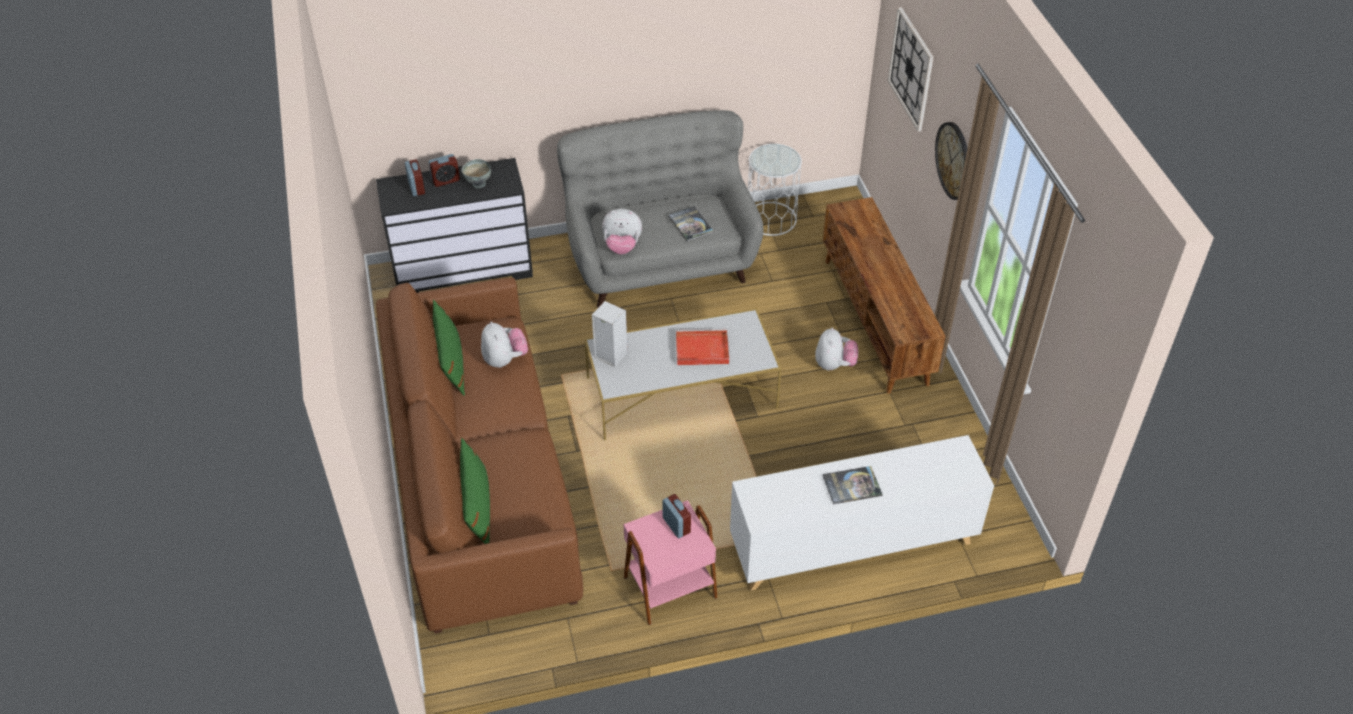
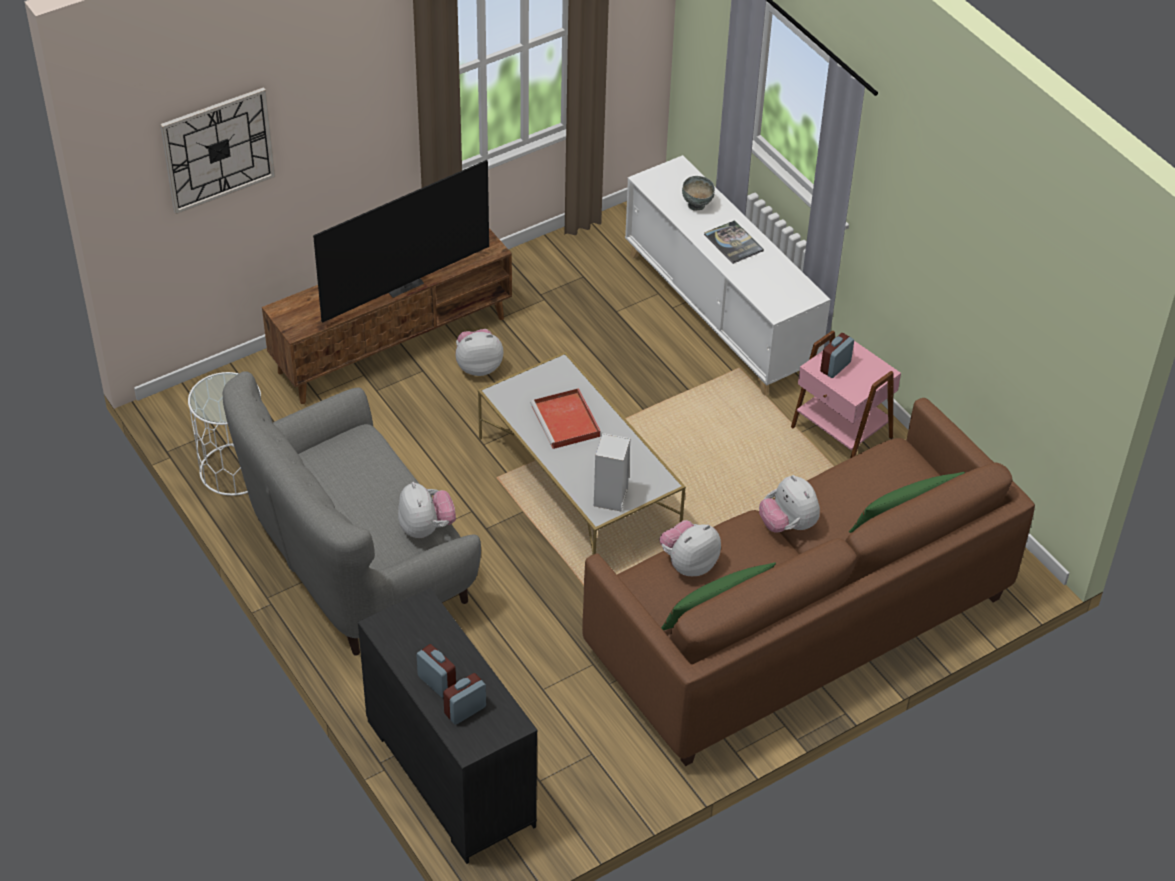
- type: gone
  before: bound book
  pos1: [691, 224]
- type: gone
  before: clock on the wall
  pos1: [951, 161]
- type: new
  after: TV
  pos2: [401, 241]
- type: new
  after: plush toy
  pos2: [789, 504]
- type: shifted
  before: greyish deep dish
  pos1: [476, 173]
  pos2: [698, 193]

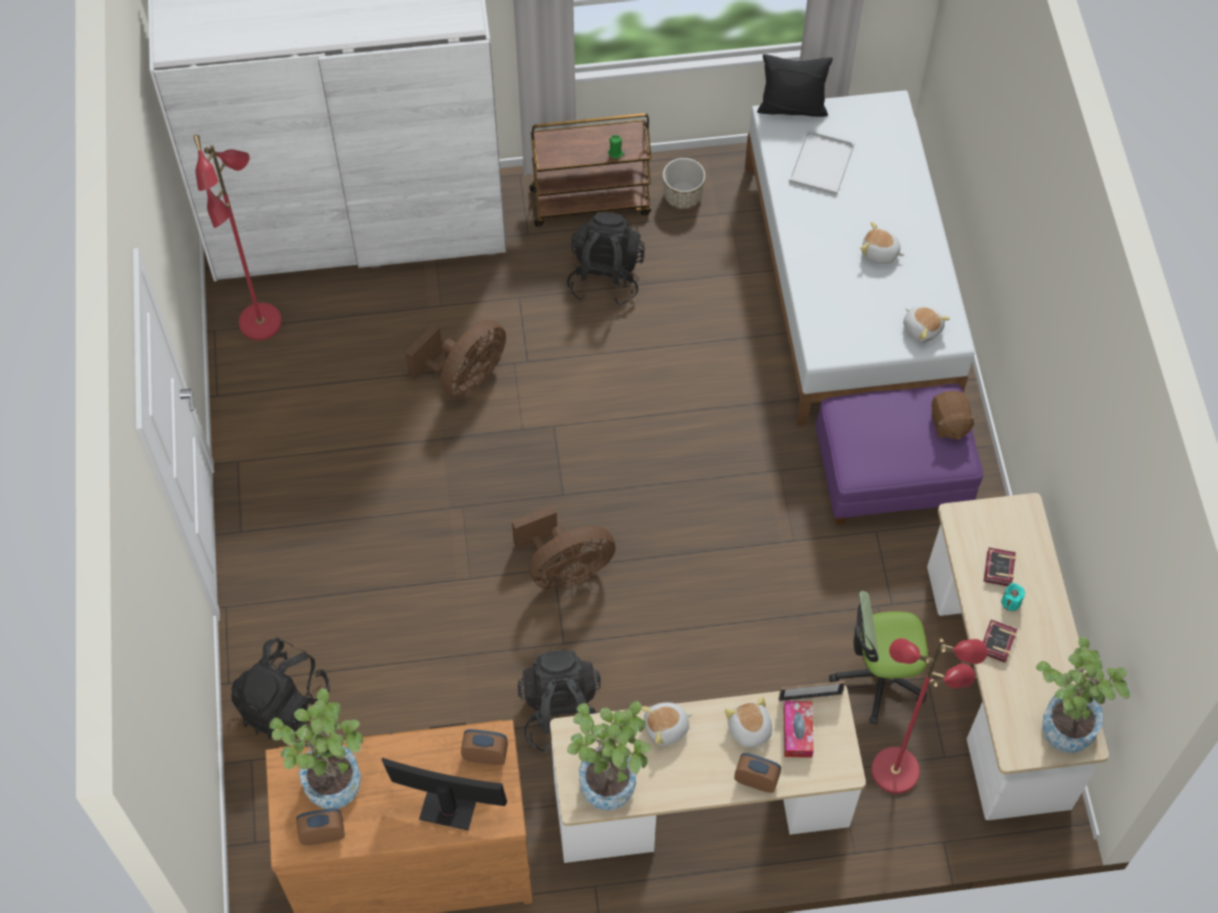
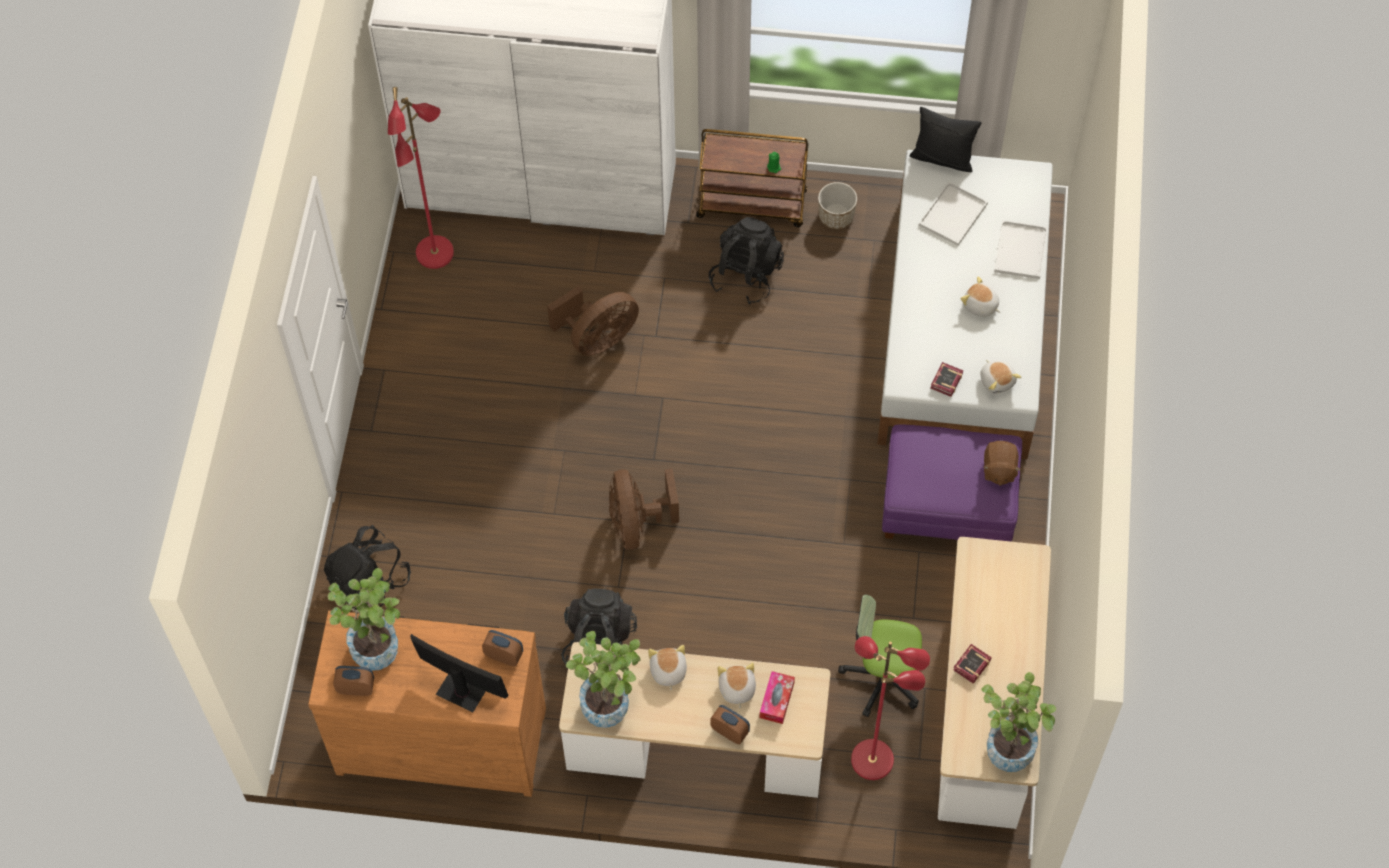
- type: gone
  before: photo frame
  pos1: [812, 691]
- type: gone
  before: turquoise-coloured wax light
  pos1: [1013, 597]
- type: new
  after: white-coloured carrying tray
  pos2: [1020, 249]
- type: shifted
  before: bound book
  pos1: [999, 566]
  pos2: [946, 379]
- type: rotated
  before: brown-coloured cooling fan
  pos1: [564, 547]
  pos2: [644, 509]
  turn: 90
- type: rotated
  before: plush toy
  pos1: [667, 724]
  pos2: [667, 667]
  turn: 90

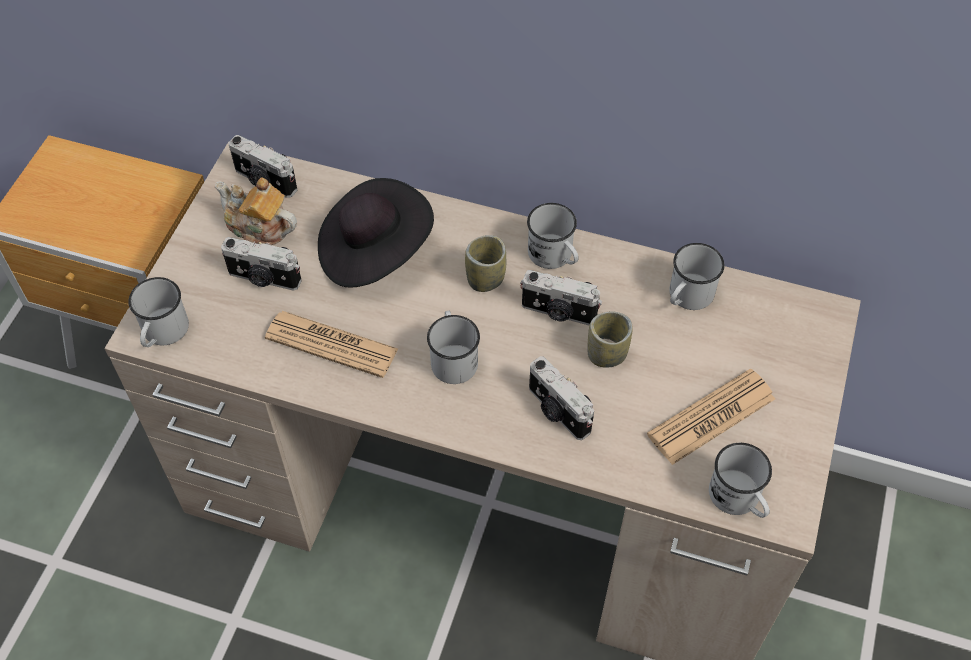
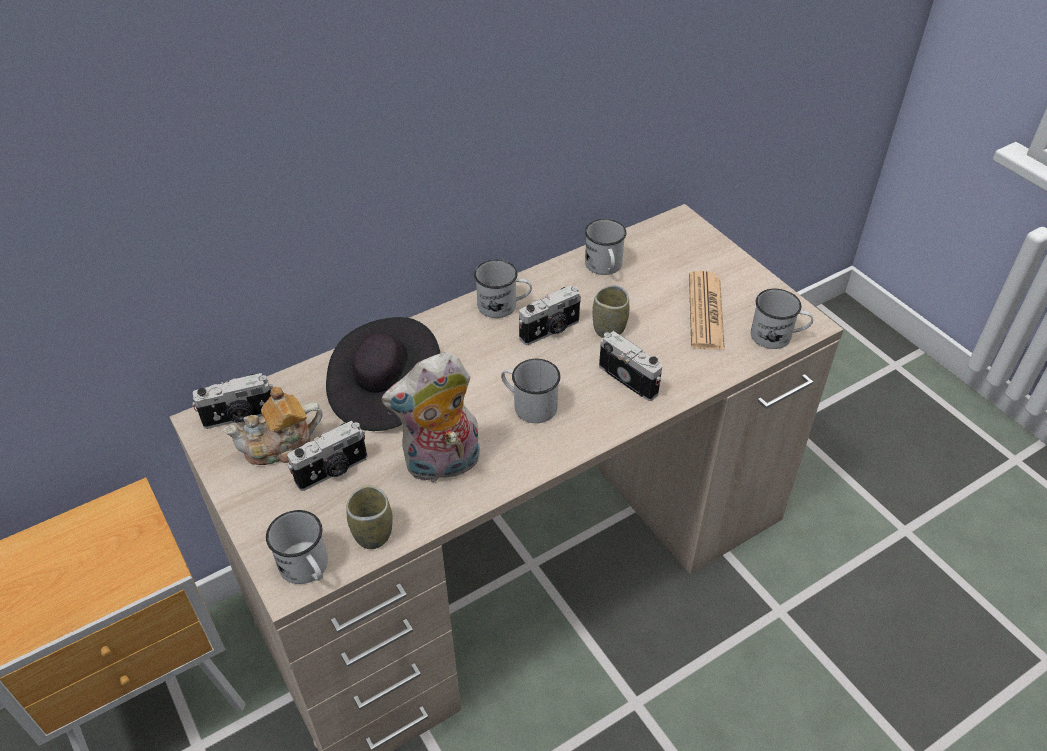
- type: shifted
  before: drinking cup
  pos1: [485, 263]
  pos2: [369, 517]
- type: swapped
  before: printed paper
  after: plush toy
  pos1: [331, 344]
  pos2: [430, 417]
- type: rotated
  before: photo camera
  pos1: [561, 398]
  pos2: [630, 366]
  turn: -135

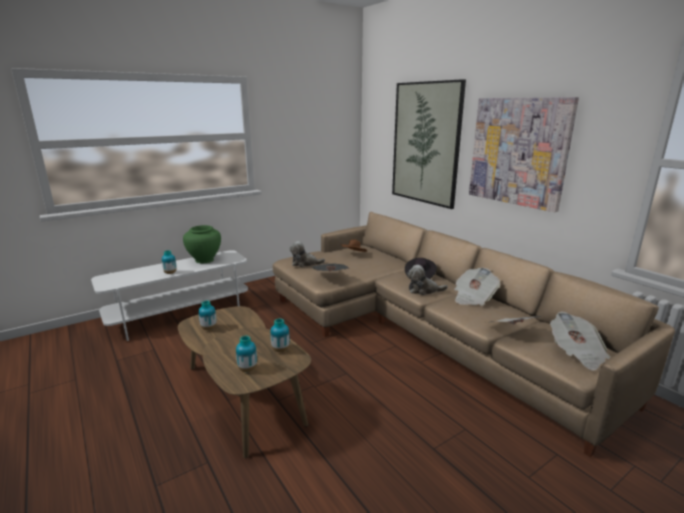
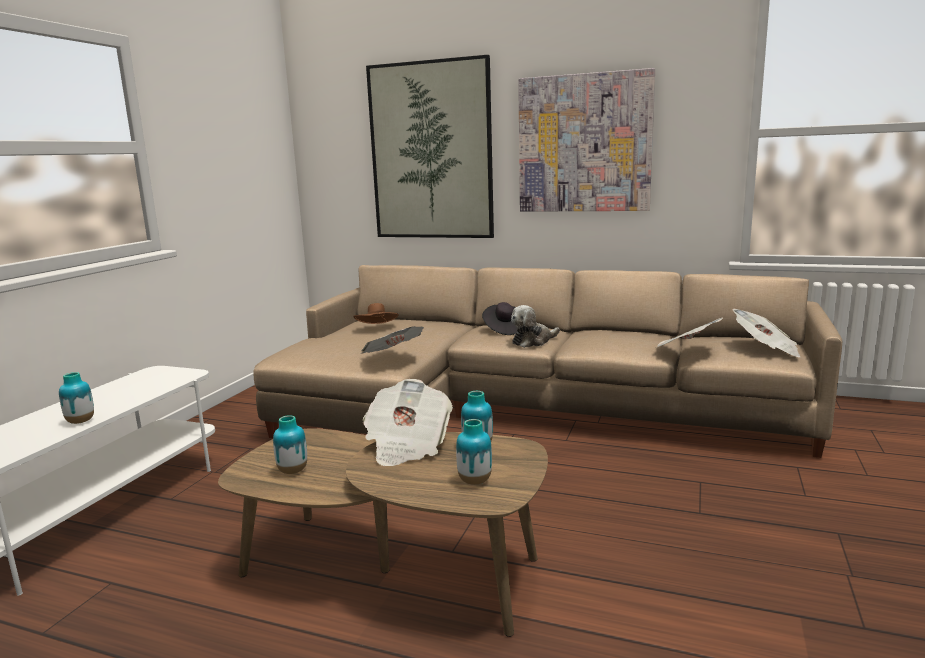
- type: gone
  before: greenish flower vase
  pos1: [202, 244]
- type: gone
  before: plush toy
  pos1: [307, 254]
- type: shifted
  before: printed paper
  pos1: [477, 287]
  pos2: [408, 422]

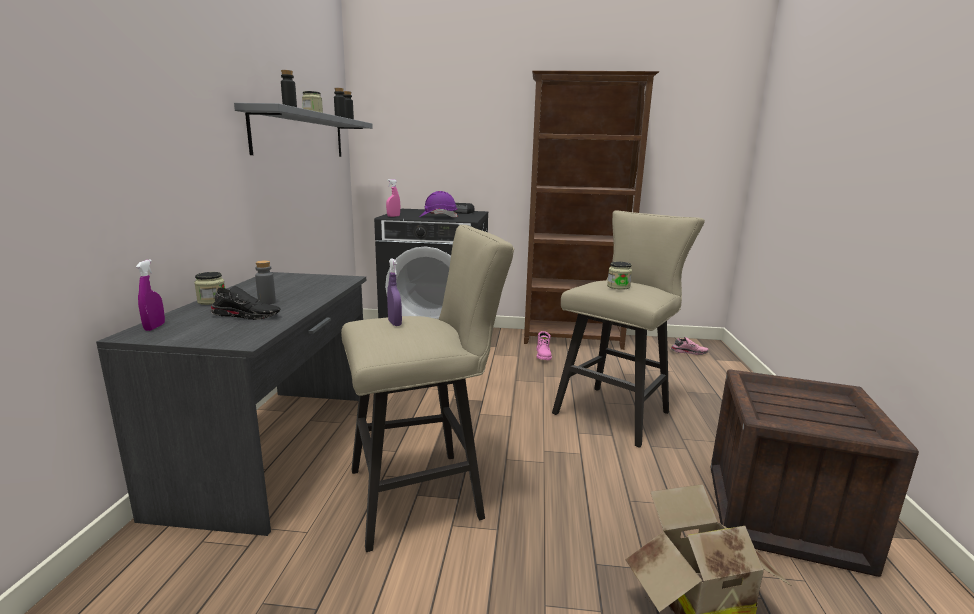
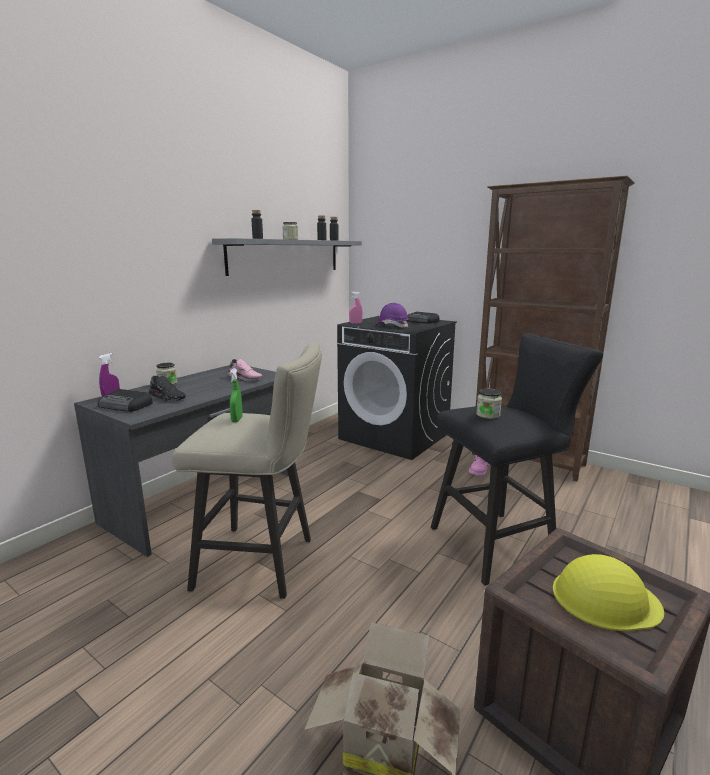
- type: gone
  before: greyish beverage bottle
  pos1: [265, 282]
- type: new
  after: radio
  pos2: [125, 400]
- type: new
  after: yellow-coloured safety helmet
  pos2: [608, 592]
- type: shifted
  before: pinkish item of footwear
  pos1: [689, 346]
  pos2: [245, 370]
- type: repainted
  before: purplish sprayer
  after: greenish sprayer
  pos1: [394, 292]
  pos2: [236, 395]
- type: repainted
  before: beige-coloured stool seat
  after: black-coloured stool seat
  pos1: [628, 329]
  pos2: [517, 459]

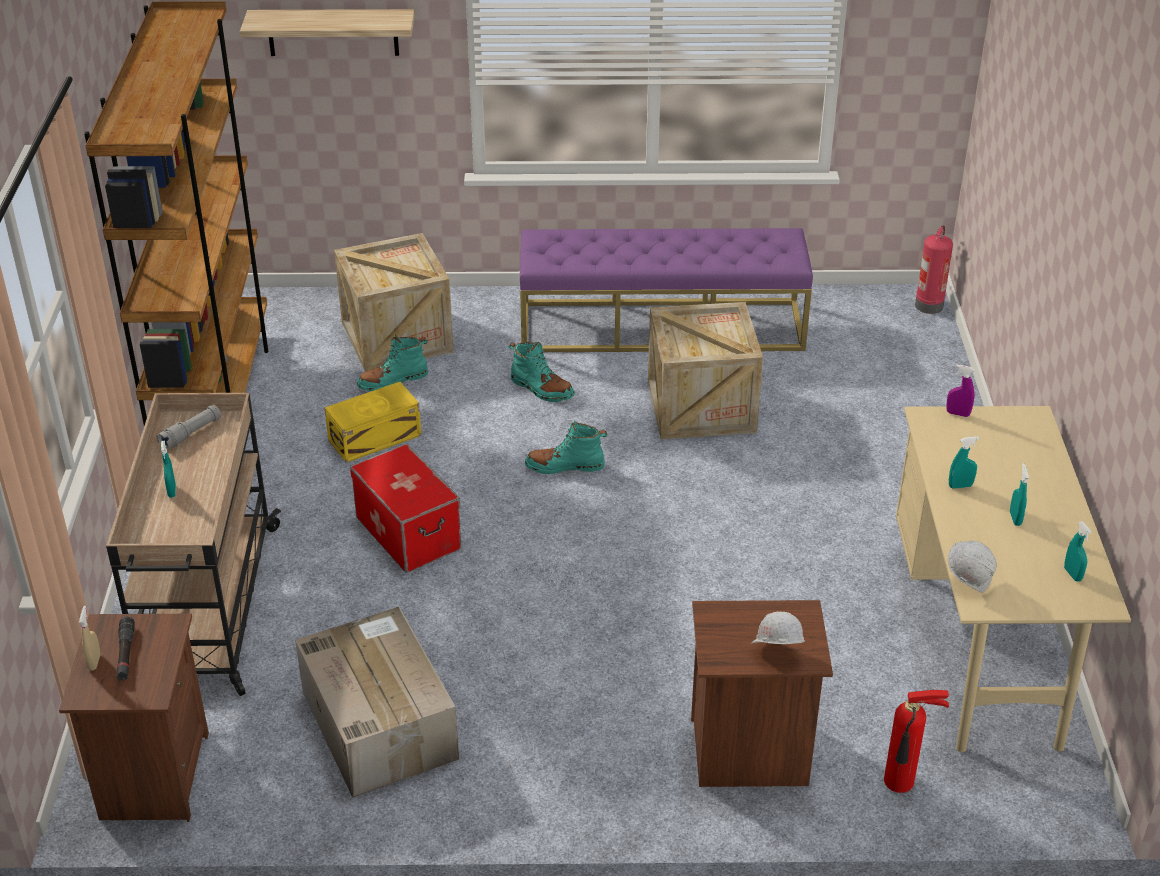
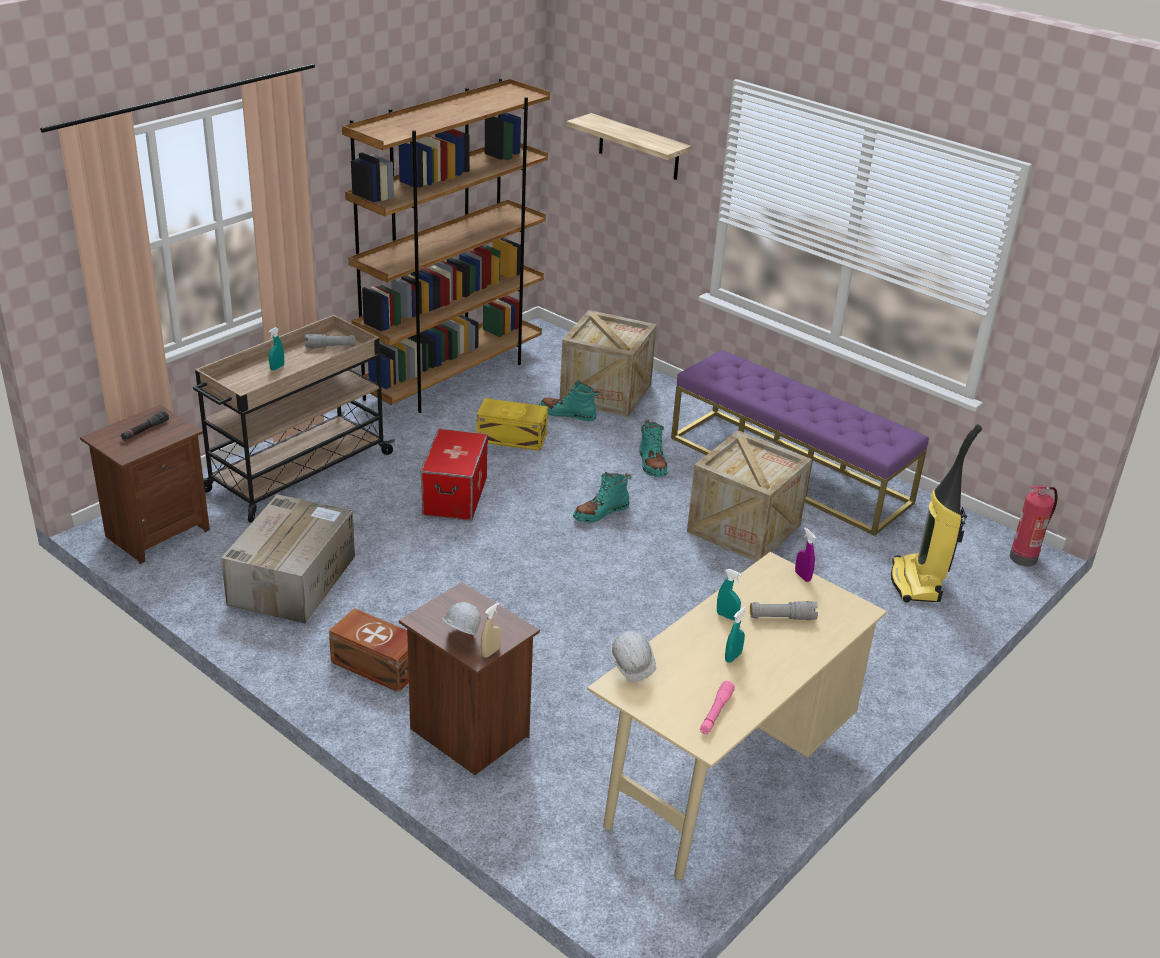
- type: gone
  before: fire-fighting cylinder
  pos1: [916, 741]
- type: new
  after: brown-coloured storage container
  pos2: [369, 650]
- type: new
  after: greyish torch
  pos2: [784, 610]
- type: new
  after: vacuum
  pos2: [936, 513]
- type: shifted
  before: beige-coloured sprayer
  pos1: [90, 638]
  pos2: [491, 630]
- type: swapped
  before: turquoise-coloured sprayer
  after: pinkish torch
  pos1: [1078, 551]
  pos2: [717, 708]
- type: rotated
  before: turquoise-coloured high-top boot
  pos1: [566, 447]
  pos2: [602, 497]
  turn: -75

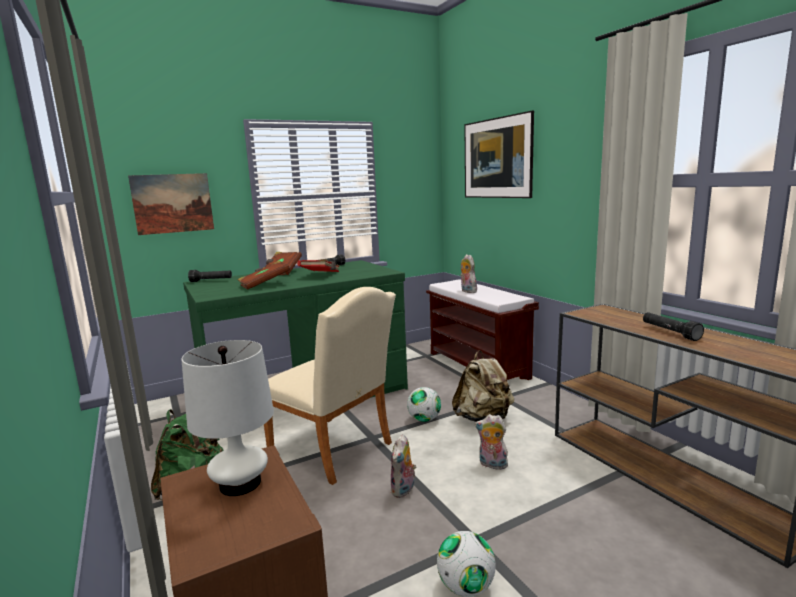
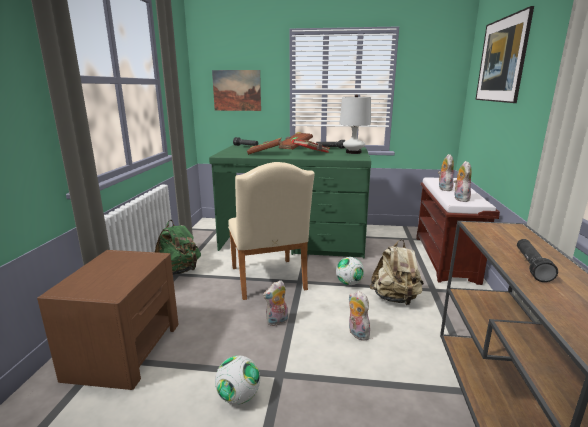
- type: new
  after: plush toy
  pos2: [463, 181]
- type: shifted
  before: white-coloured table lamp
  pos1: [227, 418]
  pos2: [355, 124]

